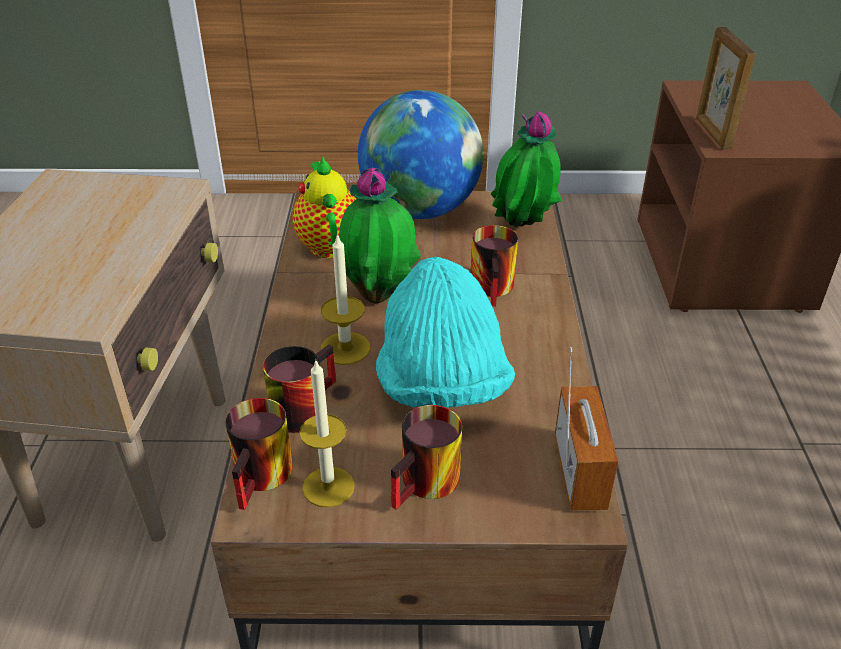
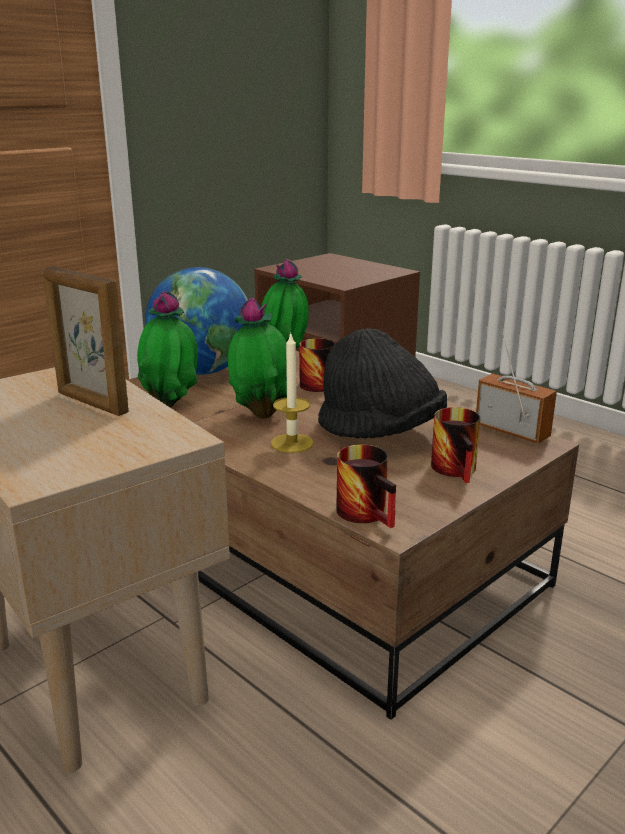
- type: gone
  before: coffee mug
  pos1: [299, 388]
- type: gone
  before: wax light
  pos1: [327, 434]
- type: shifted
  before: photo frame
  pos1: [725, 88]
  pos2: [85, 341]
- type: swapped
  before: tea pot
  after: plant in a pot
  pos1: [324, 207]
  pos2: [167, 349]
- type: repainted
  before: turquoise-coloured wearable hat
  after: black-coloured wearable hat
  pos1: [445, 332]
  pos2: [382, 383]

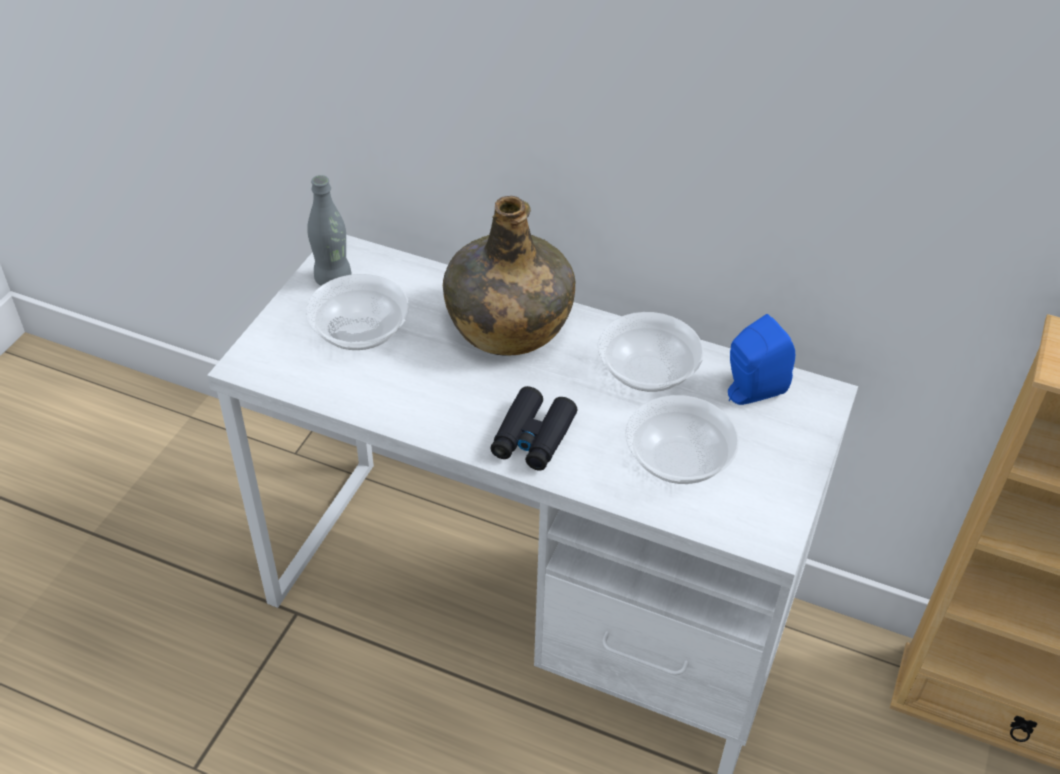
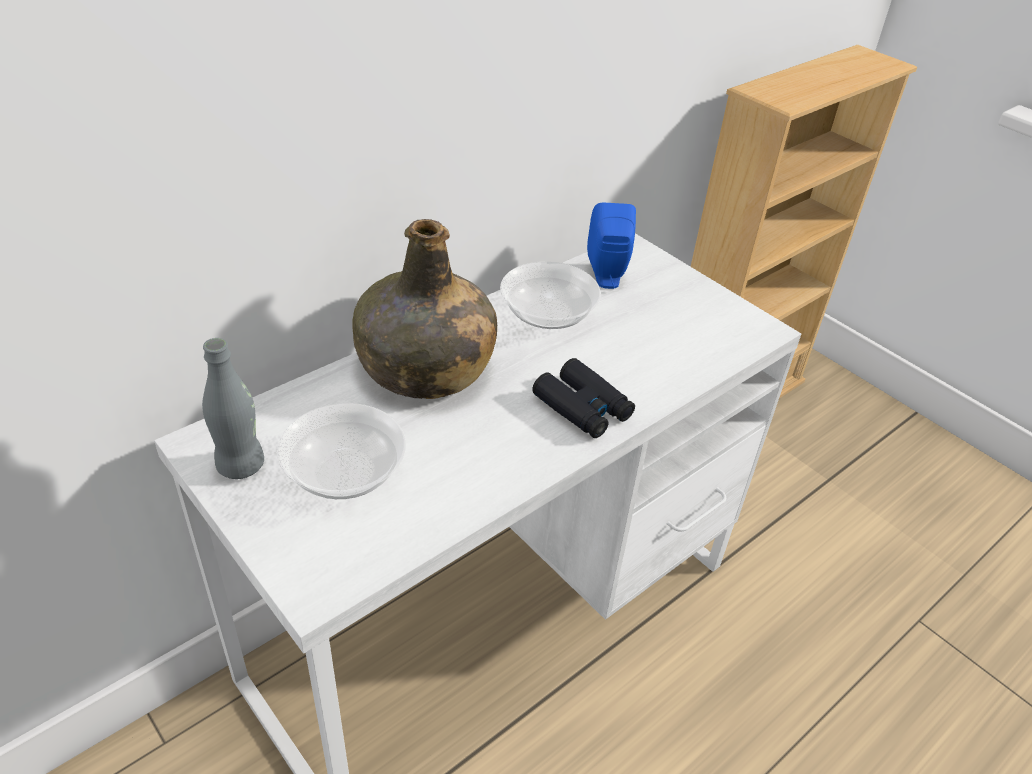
- type: gone
  before: deep dish
  pos1: [682, 439]

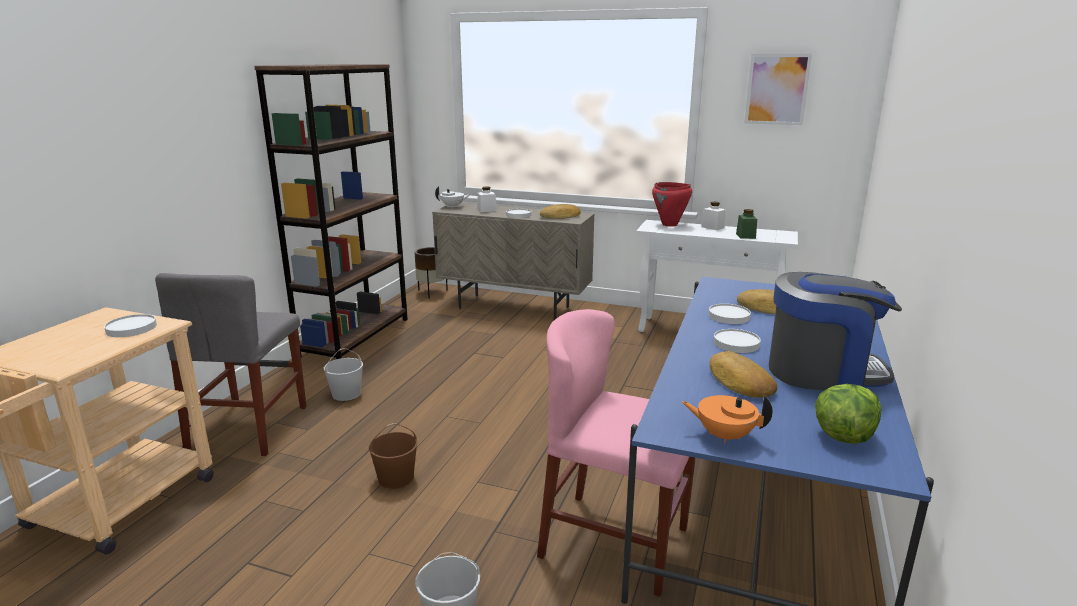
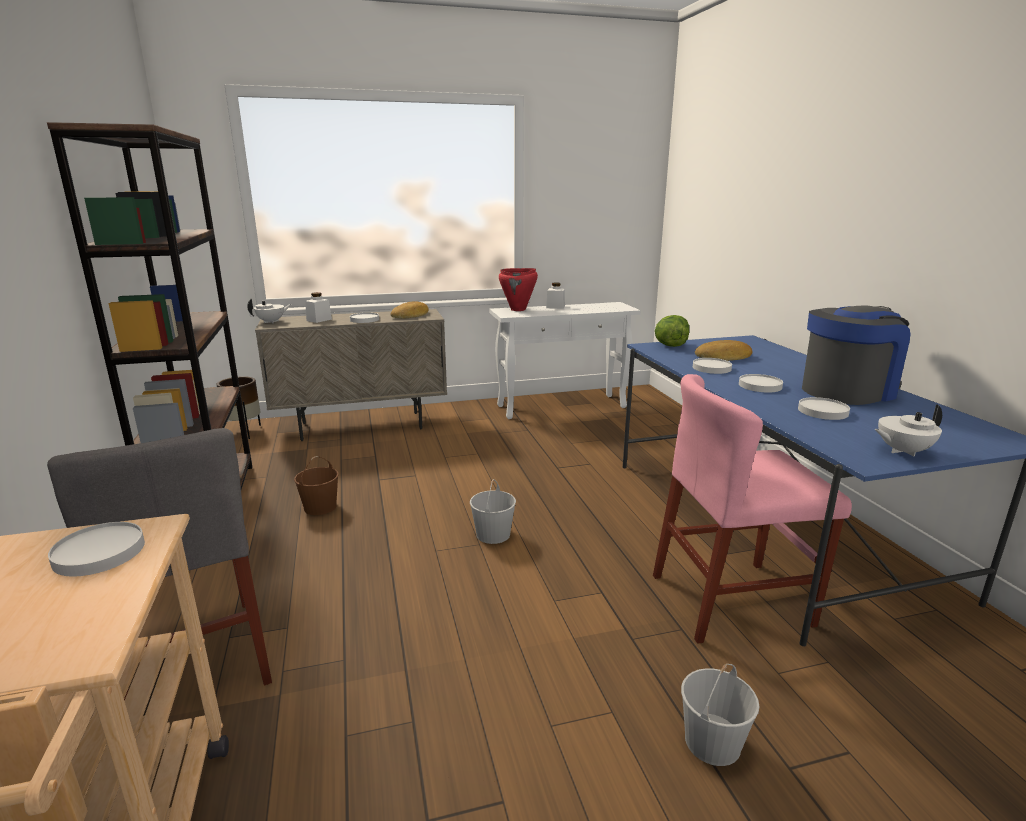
- type: gone
  before: greenish storage jar
  pos1: [746, 224]
- type: gone
  before: wall art
  pos1: [778, 89]
- type: shifted
  before: white-coloured pail
  pos1: [343, 374]
  pos2: [493, 511]
- type: shifted
  before: brown-coloured pail
  pos1: [393, 456]
  pos2: [316, 485]
- type: shifted
  before: lettuce
  pos1: [848, 414]
  pos2: [672, 331]
- type: swapped
  before: bakery bread
  after: white-coloured dinner plate
  pos1: [743, 374]
  pos2: [824, 408]
- type: repainted
  before: orange-coloured tea pot
  after: white-coloured tea pot
  pos1: [727, 419]
  pos2: [908, 430]

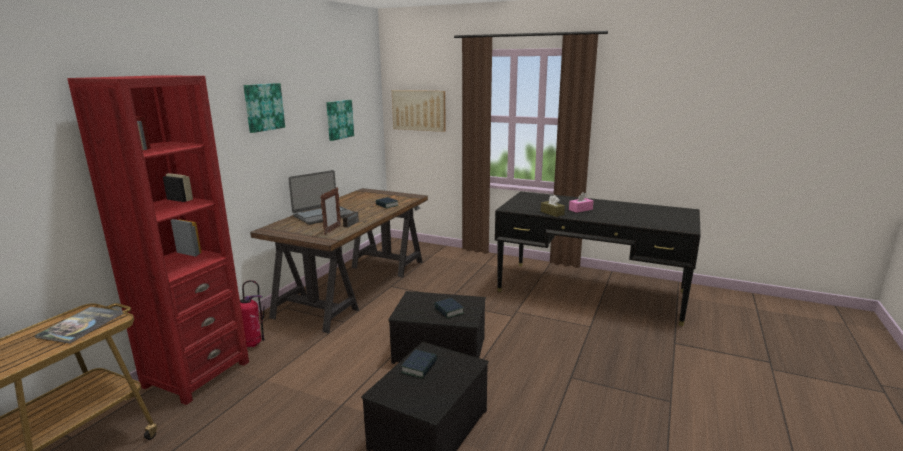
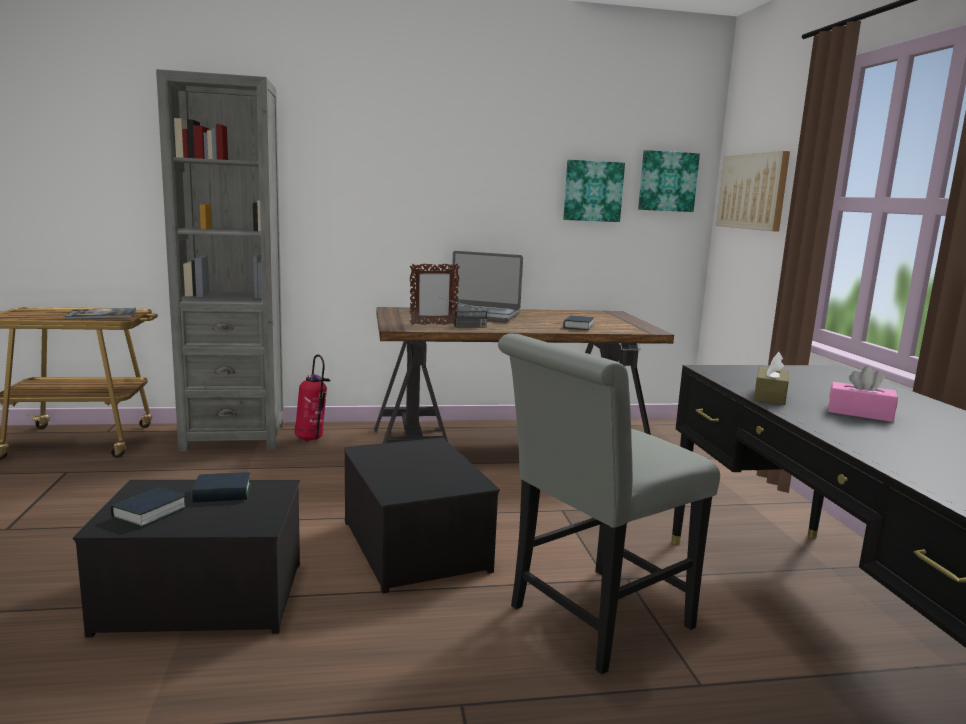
- type: new
  after: greyish upright chair
  pos2: [609, 504]
- type: shifted
  before: wall art
  pos1: [264, 108]
  pos2: [669, 181]
- type: shifted
  before: bound book
  pos1: [449, 308]
  pos2: [149, 507]
- type: repainted
  before: red shelving unit
  after: greyish shelving unit
  pos1: [158, 240]
  pos2: [220, 260]

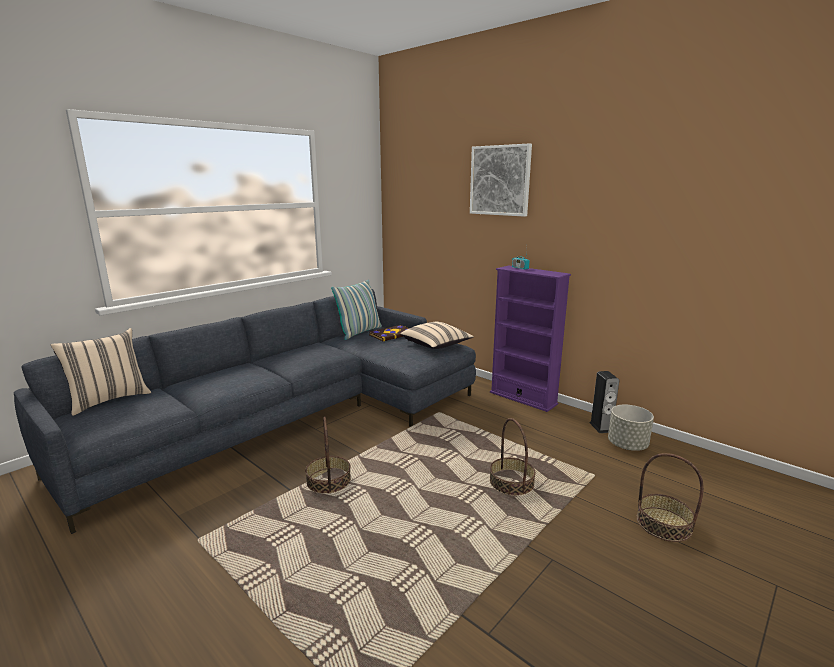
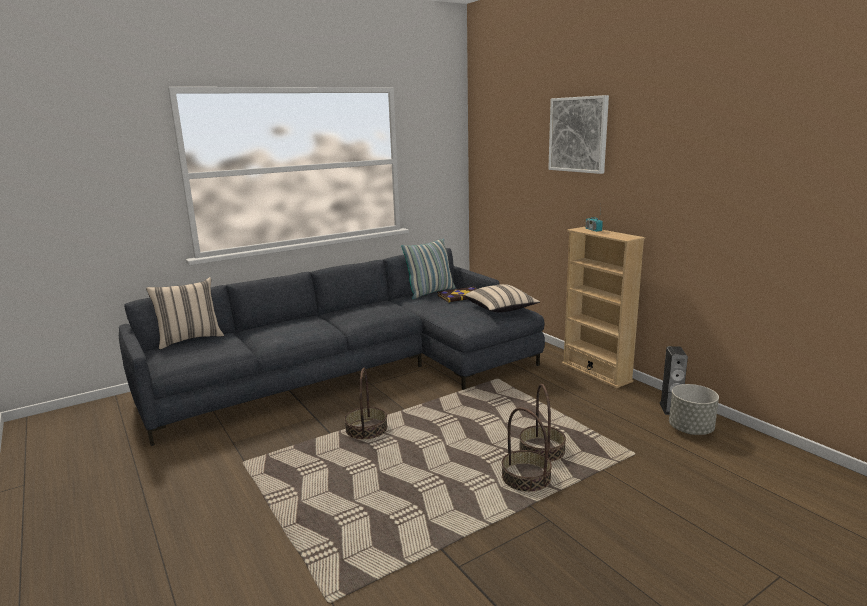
- type: shifted
  before: household basket
  pos1: [670, 497]
  pos2: [527, 449]
- type: repainted
  before: purplish shelving unit
  after: beige-coloured shelving unit
  pos1: [530, 338]
  pos2: [603, 307]

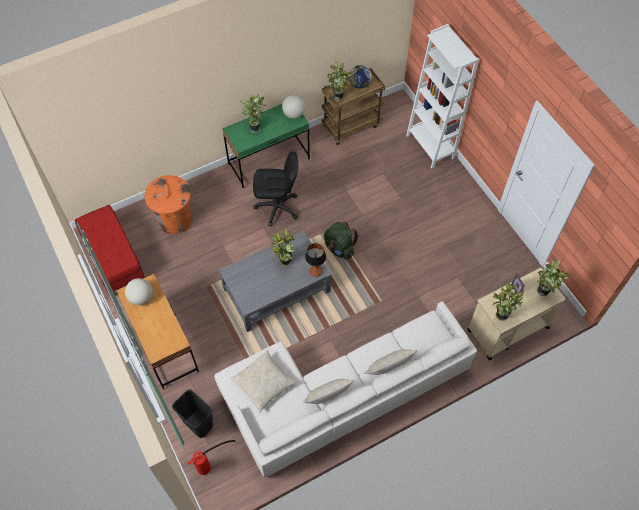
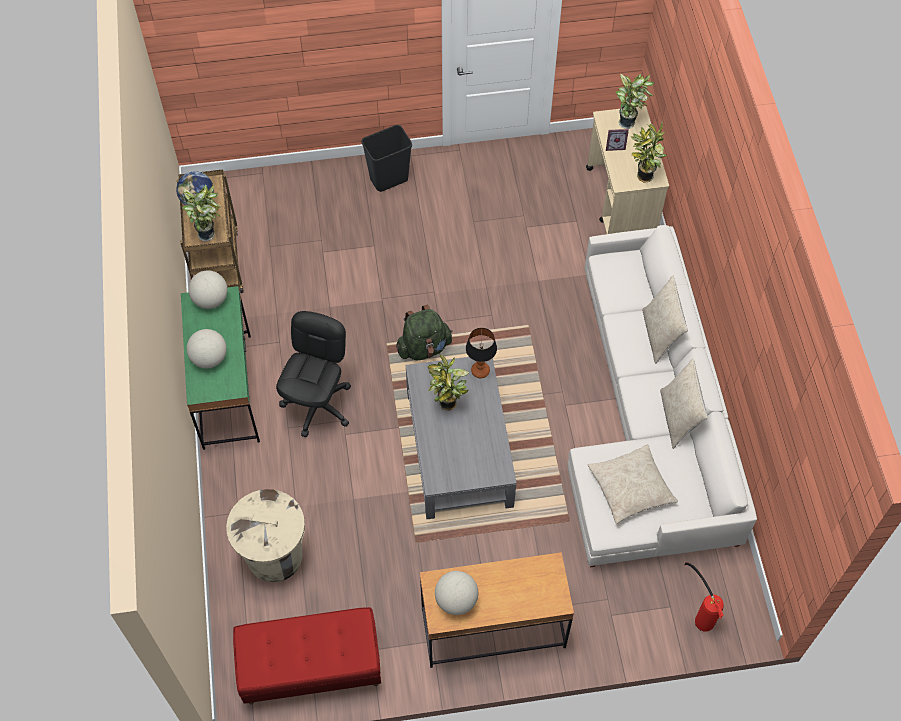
- type: gone
  before: white-coloured shelving unit
  pos1: [442, 96]
- type: shifted
  before: black-coloured trash can
  pos1: [192, 413]
  pos2: [386, 158]
- type: swapped
  before: plant in a pot
  after: globe
  pos1: [253, 113]
  pos2: [206, 348]
- type: repainted
  before: orange-coloured trash can
  after: beige-coloured trash can
  pos1: [167, 204]
  pos2: [265, 535]

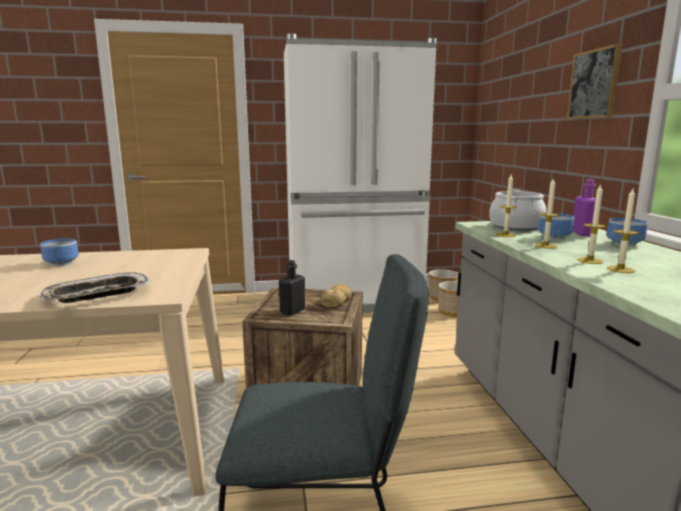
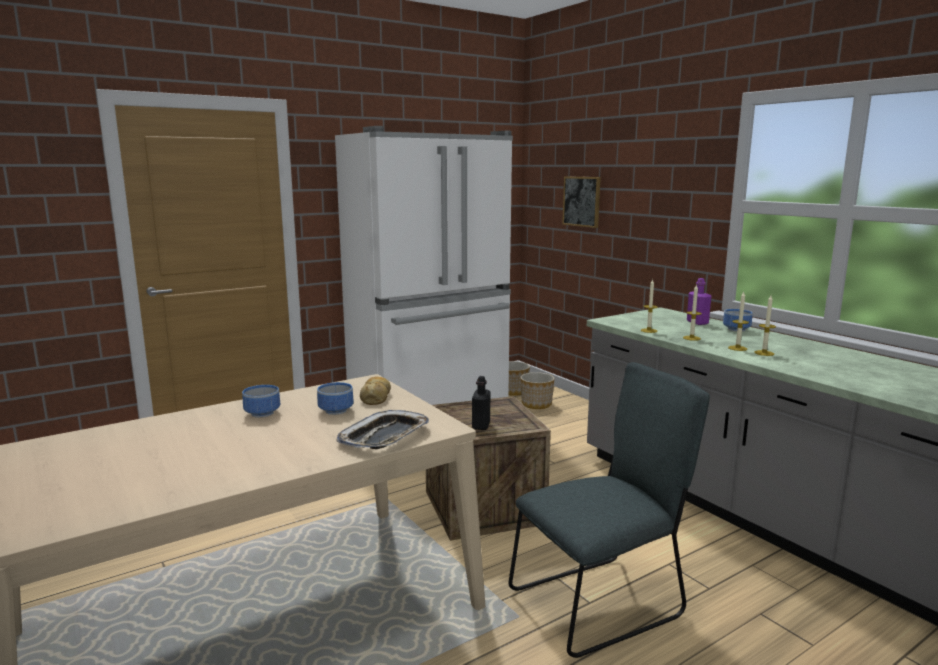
- type: gone
  before: cooking pot
  pos1: [518, 210]
- type: shifted
  before: bakery bread
  pos1: [336, 296]
  pos2: [375, 391]
- type: shifted
  before: deep dish
  pos1: [556, 226]
  pos2: [335, 398]
- type: shifted
  before: wall art
  pos1: [594, 81]
  pos2: [581, 202]

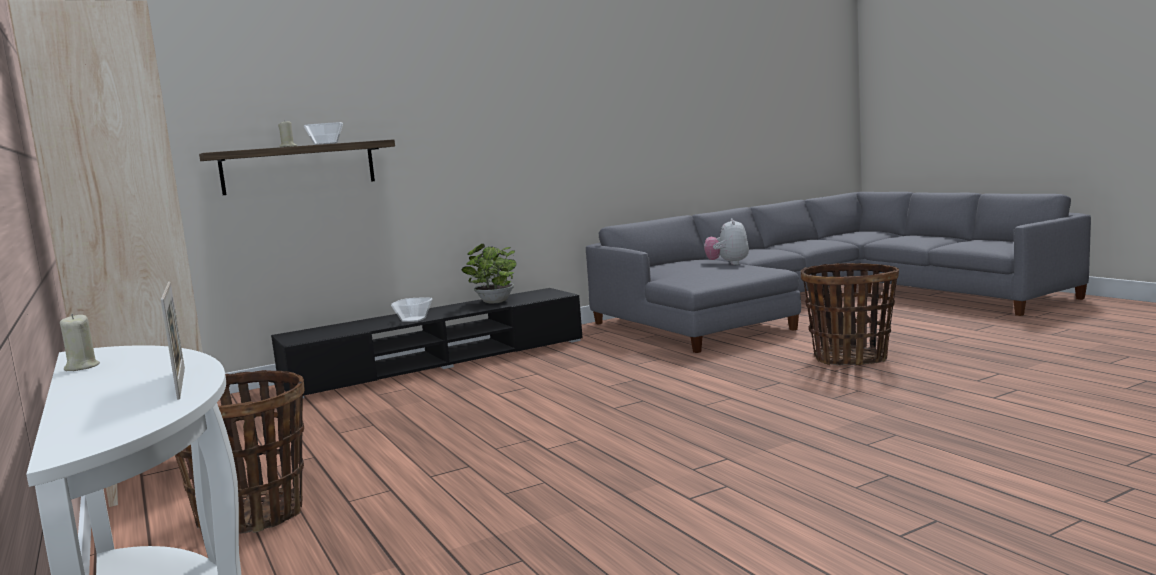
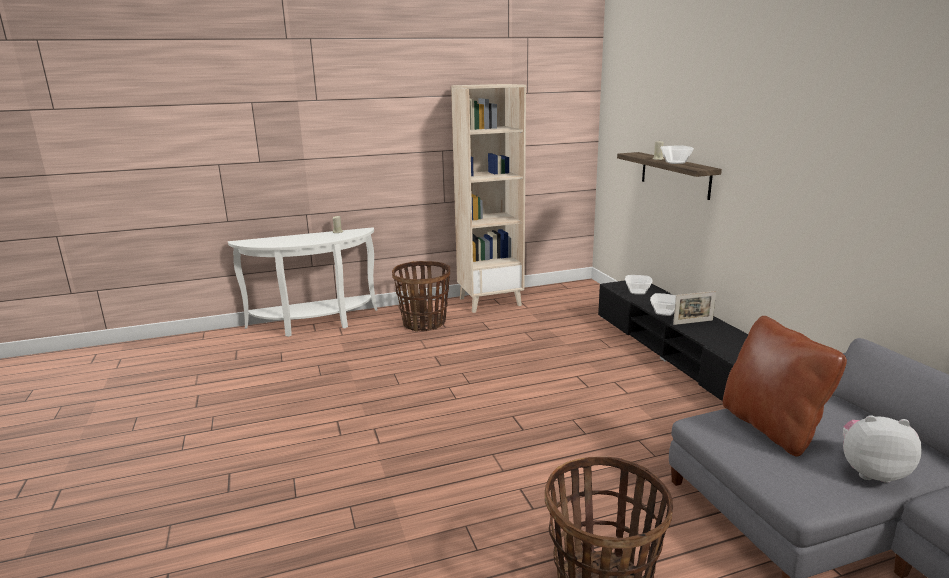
- type: gone
  before: plant in a pot
  pos1: [489, 274]
- type: new
  after: deep dish
  pos2: [638, 285]
- type: new
  after: brown-coloured pillow
  pos2: [785, 386]
- type: shifted
  before: photo frame
  pos1: [173, 341]
  pos2: [694, 308]

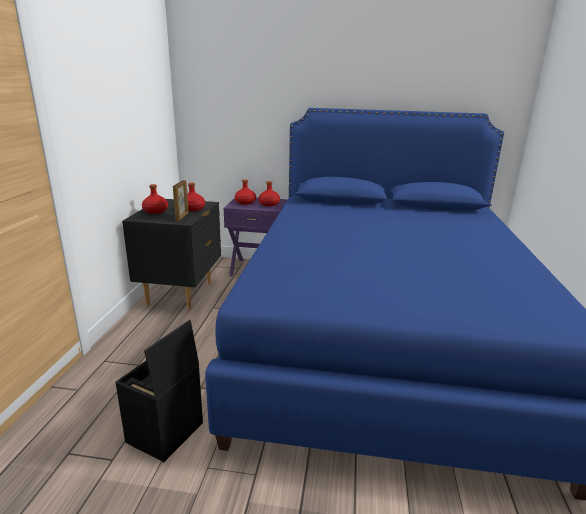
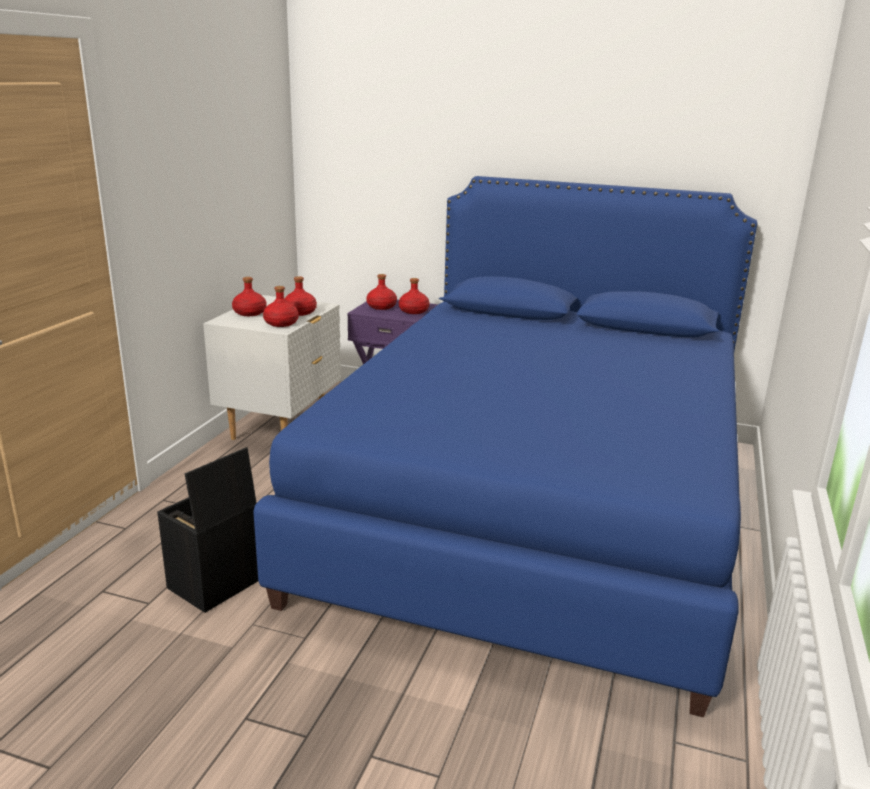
- type: swapped
  before: photo frame
  after: red beverage bottle
  pos1: [181, 201]
  pos2: [281, 306]
- type: repainted
  before: black-coloured bedside table
  after: white-coloured bedside table
  pos1: [171, 254]
  pos2: [272, 367]

